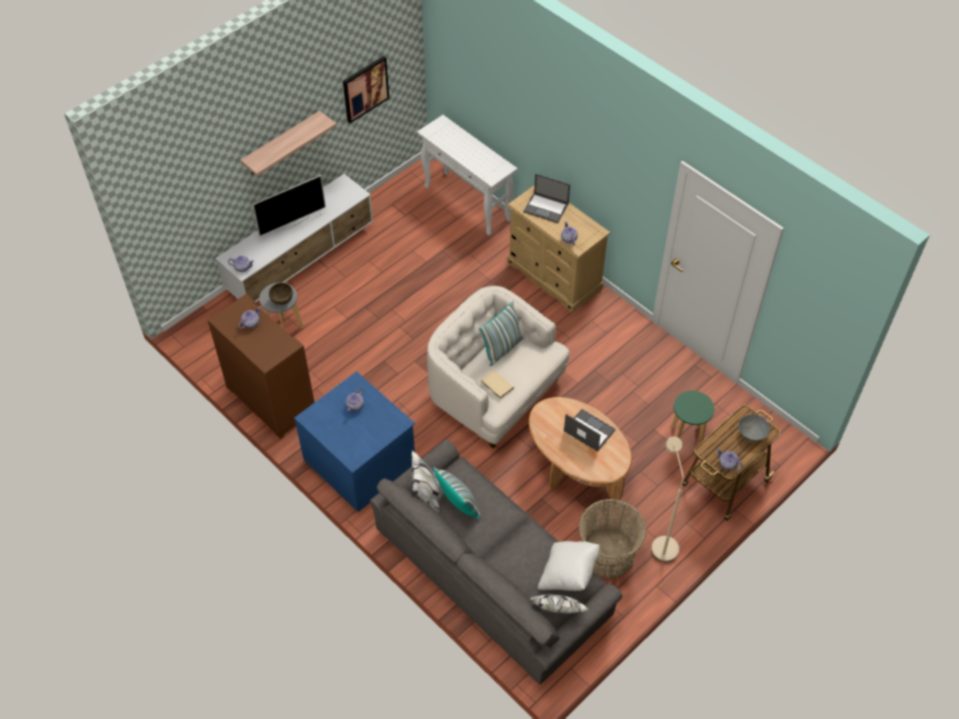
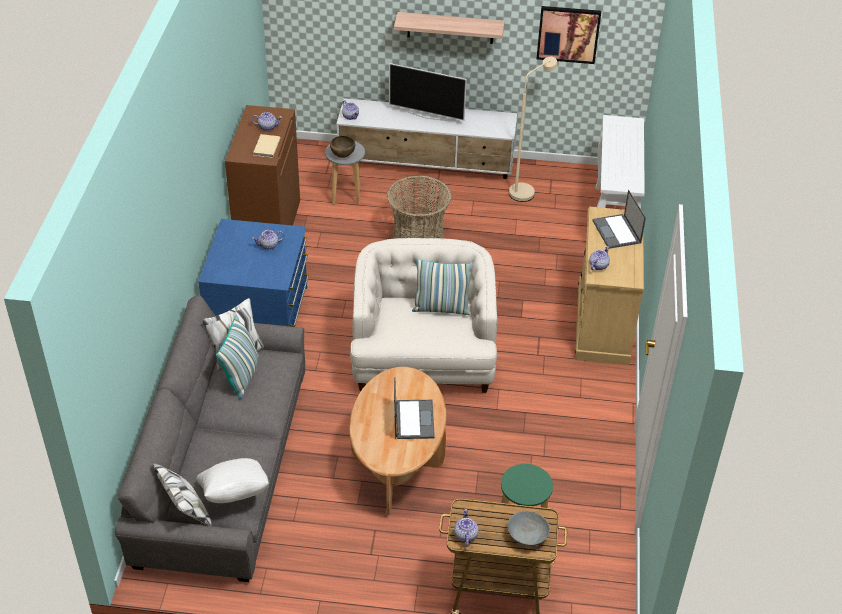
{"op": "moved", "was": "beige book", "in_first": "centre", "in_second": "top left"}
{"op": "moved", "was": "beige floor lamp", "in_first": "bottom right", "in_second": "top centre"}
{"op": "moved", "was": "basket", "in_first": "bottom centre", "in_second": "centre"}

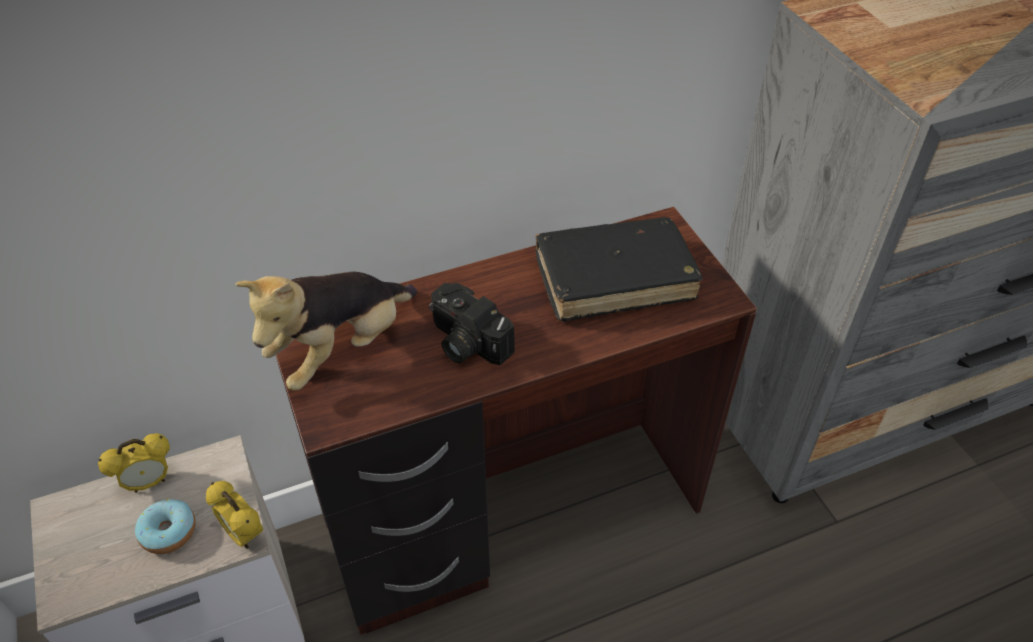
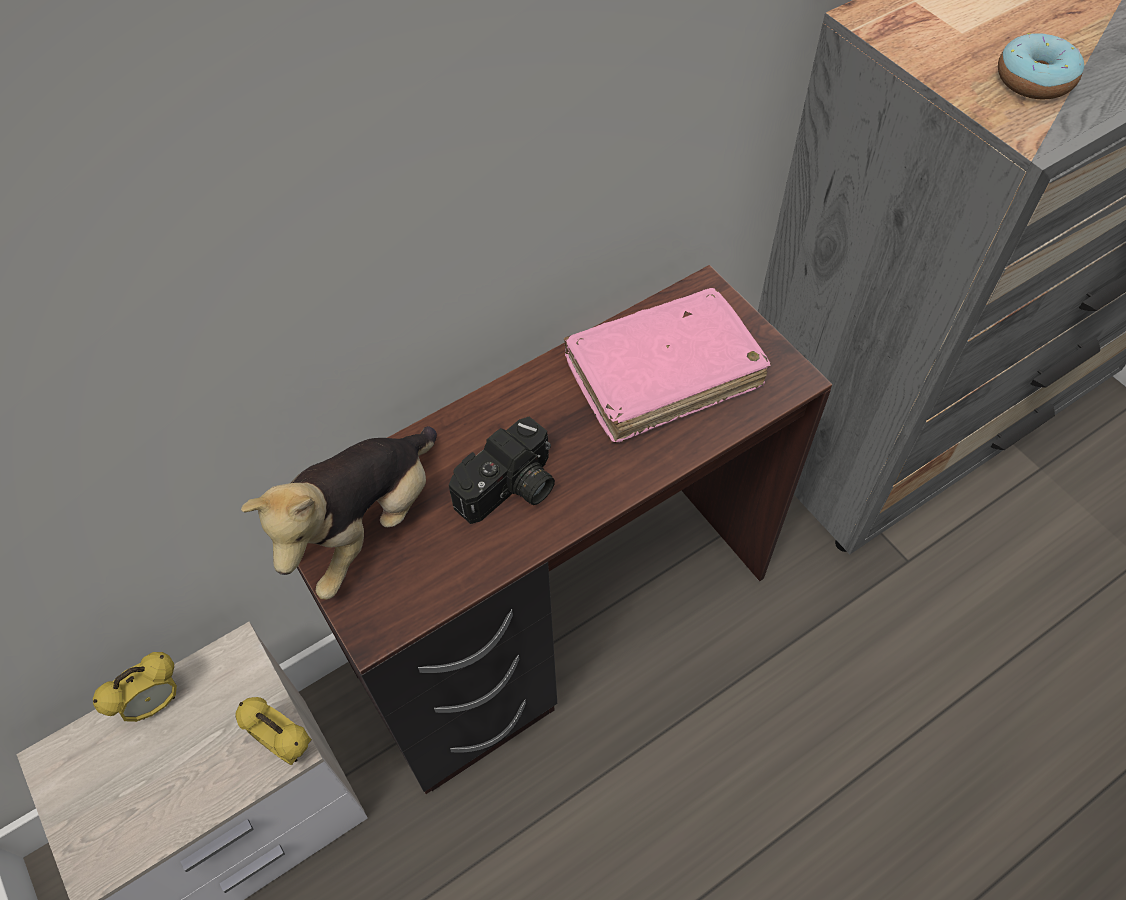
{"op": "recoloured", "was": "black book", "now": "pink book", "in_first": "centre", "in_second": "centre"}
{"op": "turned", "was": "photo camera", "in_first": "centre", "in_second": "centre", "clockwise": -75}
{"op": "moved", "was": "donut", "in_first": "bottom left", "in_second": "top right"}

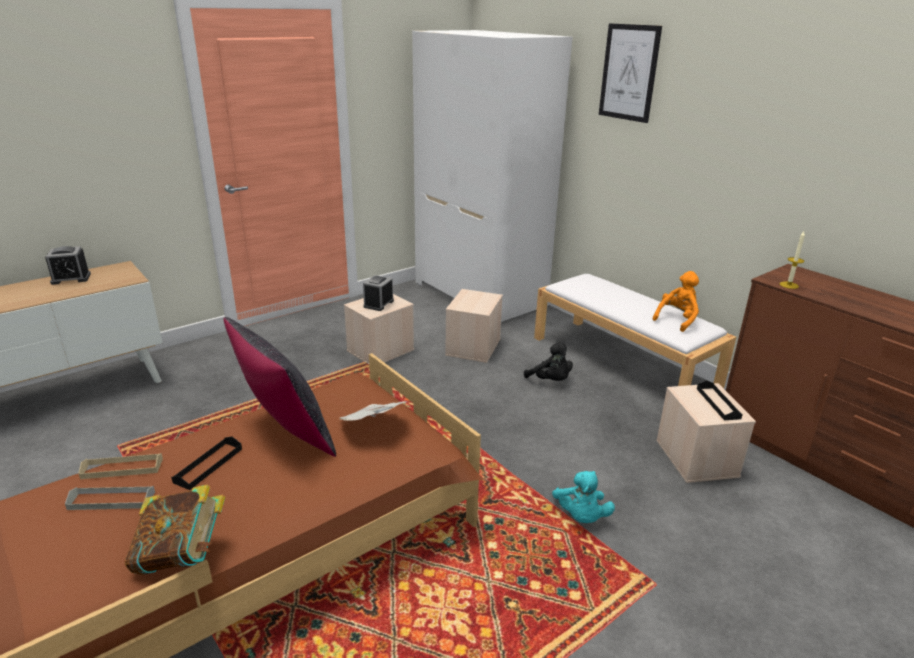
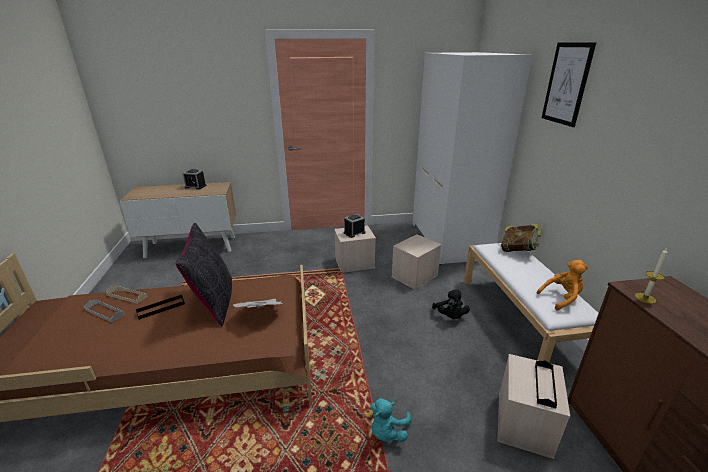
{"op": "moved", "was": "book", "in_first": "bottom left", "in_second": "middle right"}

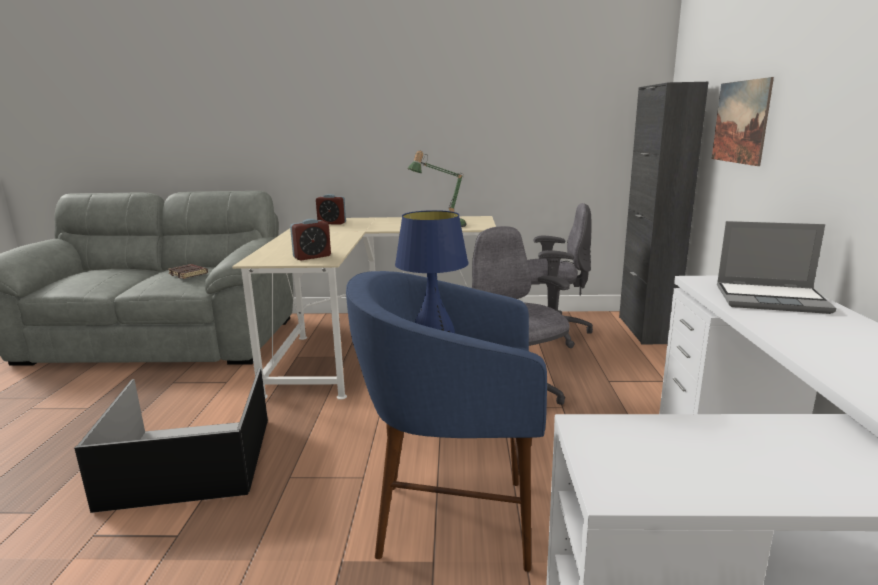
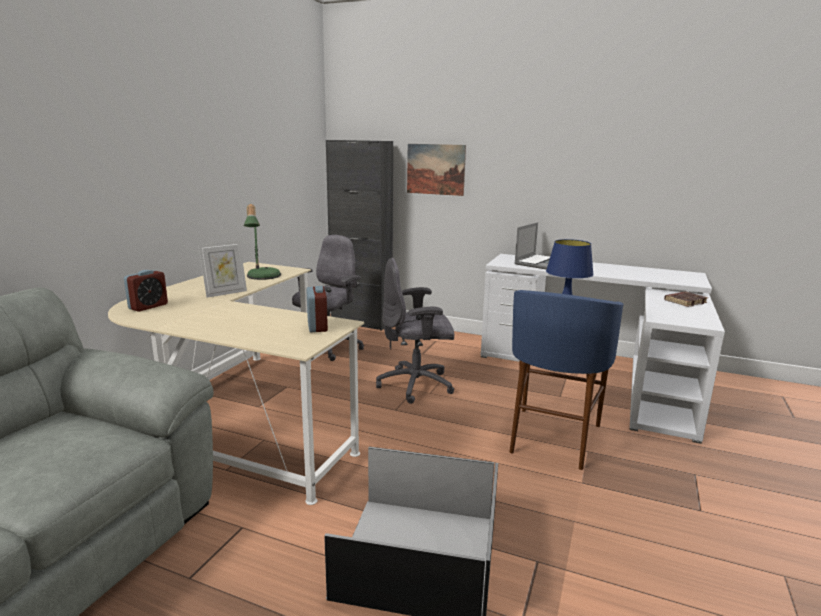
{"op": "moved", "was": "brown book", "in_first": "middle left", "in_second": "middle right"}
{"op": "added", "now": "picture frame", "in_second": "middle left"}

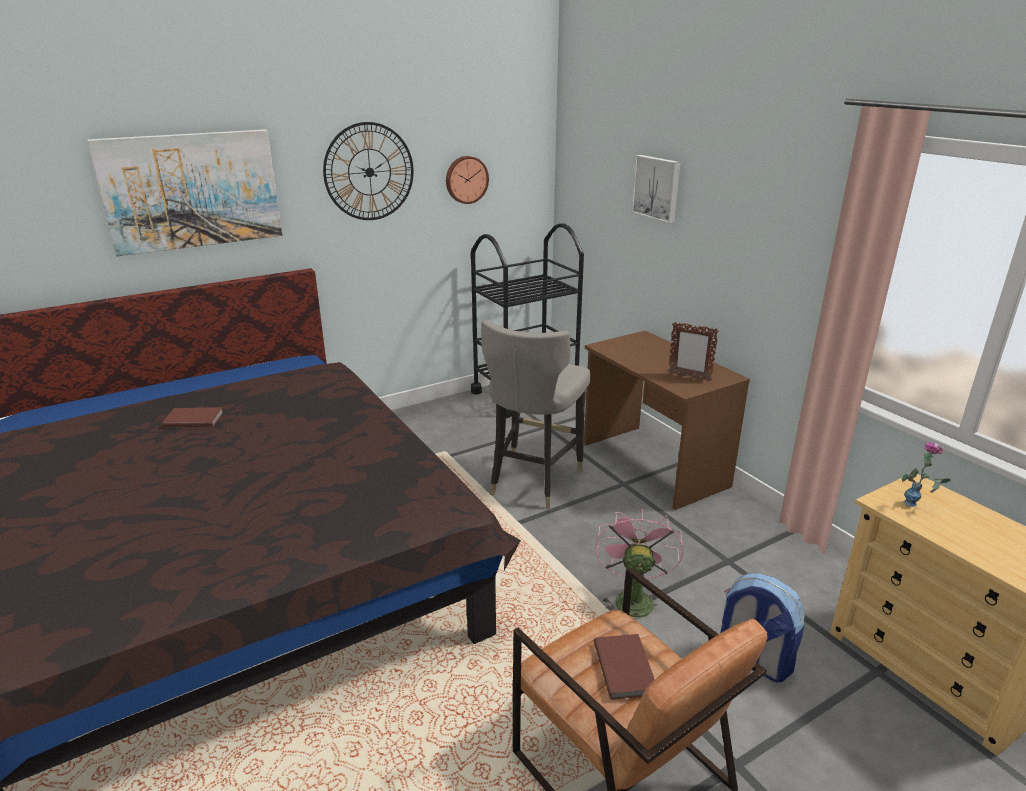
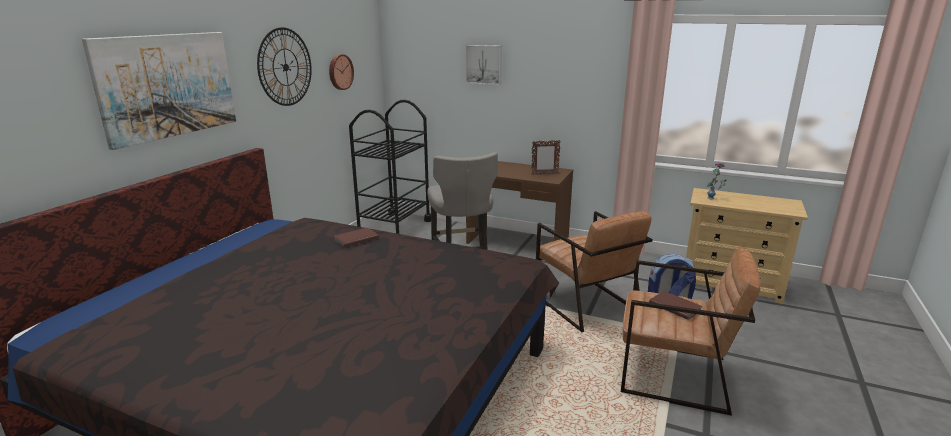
{"op": "moved", "was": "brown book (1st from left)", "in_first": "middle left", "in_second": "centre"}
{"op": "replaced", "was": "pink fan", "now": "brown armchair (1st from left)", "in_first": "bottom centre", "in_second": "centre"}

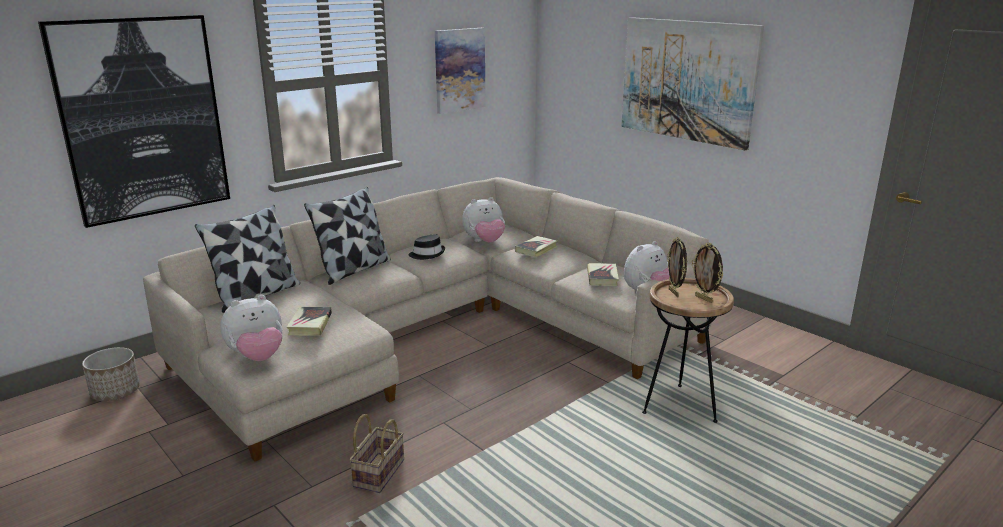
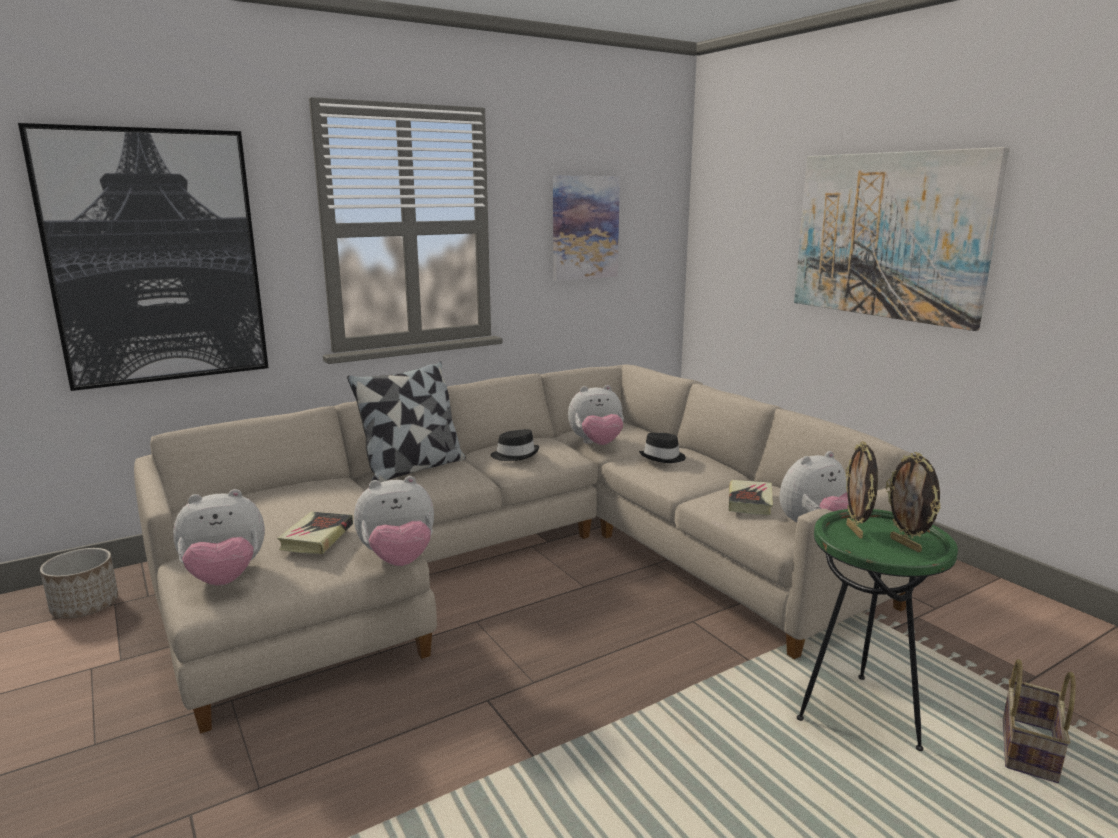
{"op": "removed", "was": "pillow (1st from left)", "in_first": "middle left"}
{"op": "replaced", "was": "book (2nd from left)", "now": "black hat (2nd from left)", "in_first": "centre", "in_second": "centre"}
{"op": "recoloured", "was": "brown side table", "now": "green side table", "in_first": "middle right", "in_second": "bottom right"}
{"op": "moved", "was": "basket", "in_first": "bottom centre", "in_second": "bottom right"}
{"op": "added", "now": "plush toy (2nd from left)", "in_second": "centre"}

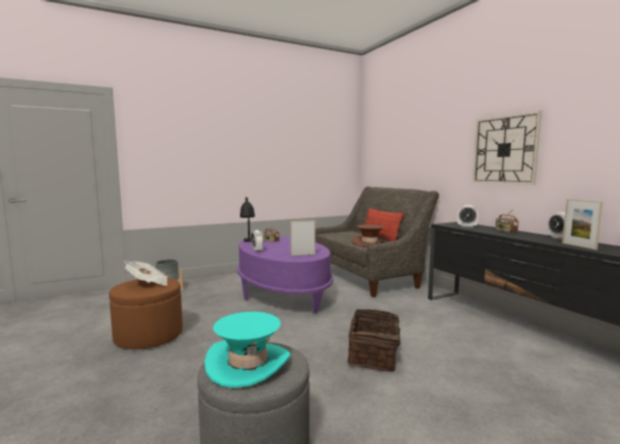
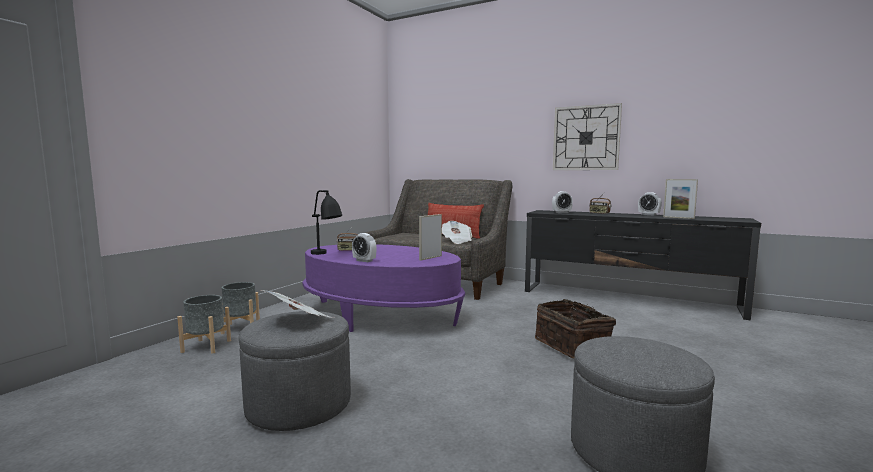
{"op": "replaced", "was": "brown hat", "now": "newspaper (2nd from left)", "in_first": "centre", "in_second": "centre"}
{"op": "recoloured", "was": "brown ottoman", "now": "grey ottoman (1st from left)", "in_first": "bottom left", "in_second": "bottom centre"}
{"op": "removed", "was": "turquoise hat", "in_first": "bottom centre"}
{"op": "added", "now": "grey planter (2nd from left)", "in_second": "middle left"}

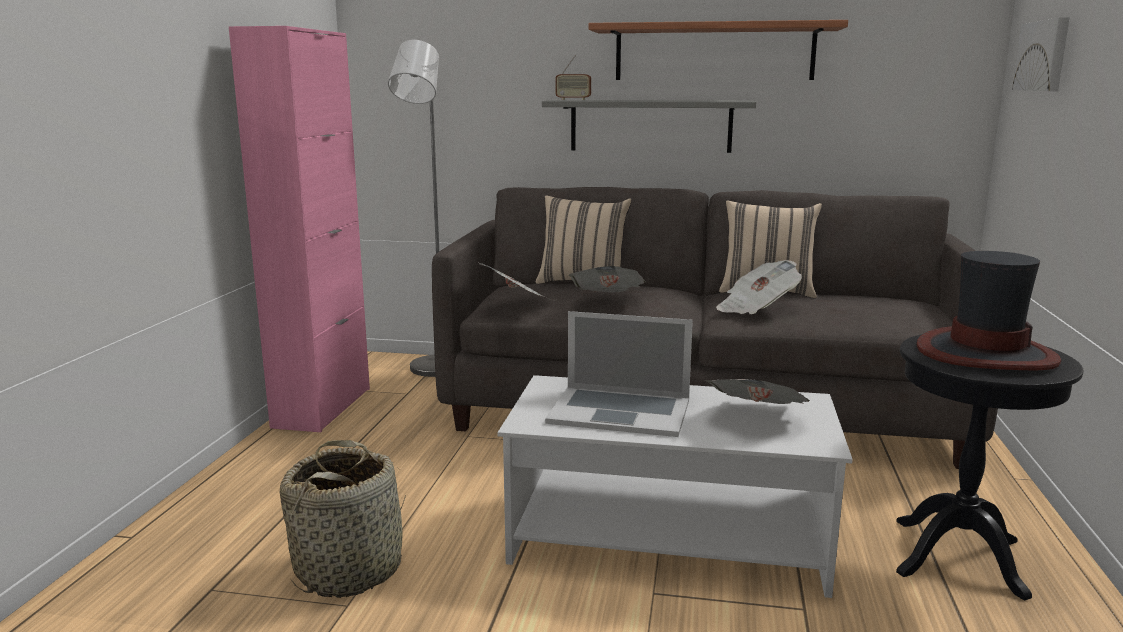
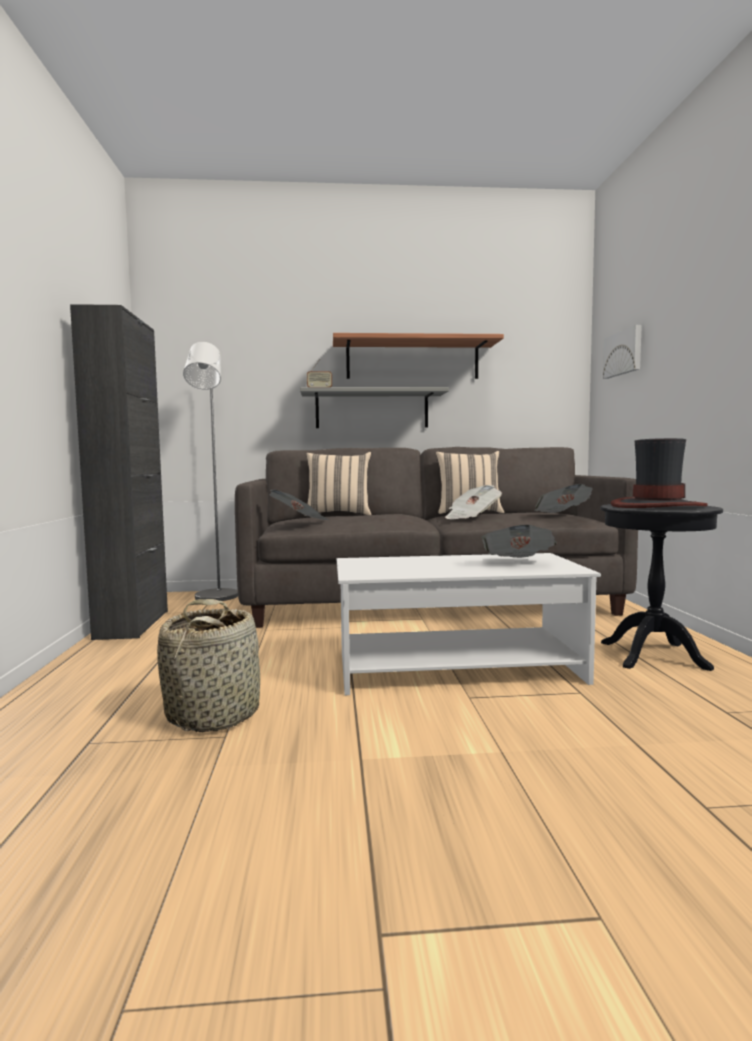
{"op": "recoloured", "was": "pink cabinet", "now": "black cabinet", "in_first": "middle left", "in_second": "middle left"}
{"op": "moved", "was": "newspaper (2nd from left in the first image)", "now": "newspaper (4th from left)", "in_first": "centre", "in_second": "middle right"}
{"op": "removed", "was": "laptop", "in_first": "centre"}

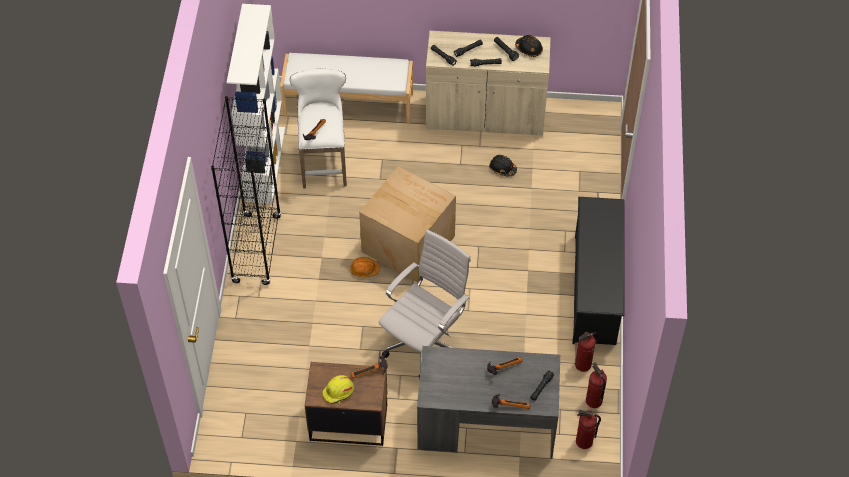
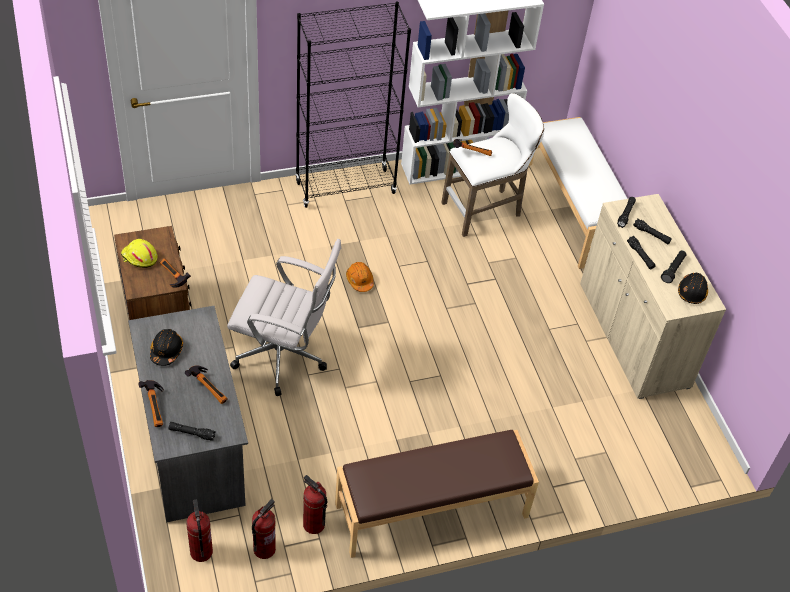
{"op": "moved", "was": "black hard hat (1st from left)", "in_first": "centre", "in_second": "middle left"}
{"op": "removed", "was": "cardboard box", "in_first": "centre"}
{"op": "replaced", "was": "black shoe rack", "now": "brown bench", "in_first": "middle right", "in_second": "bottom centre"}

